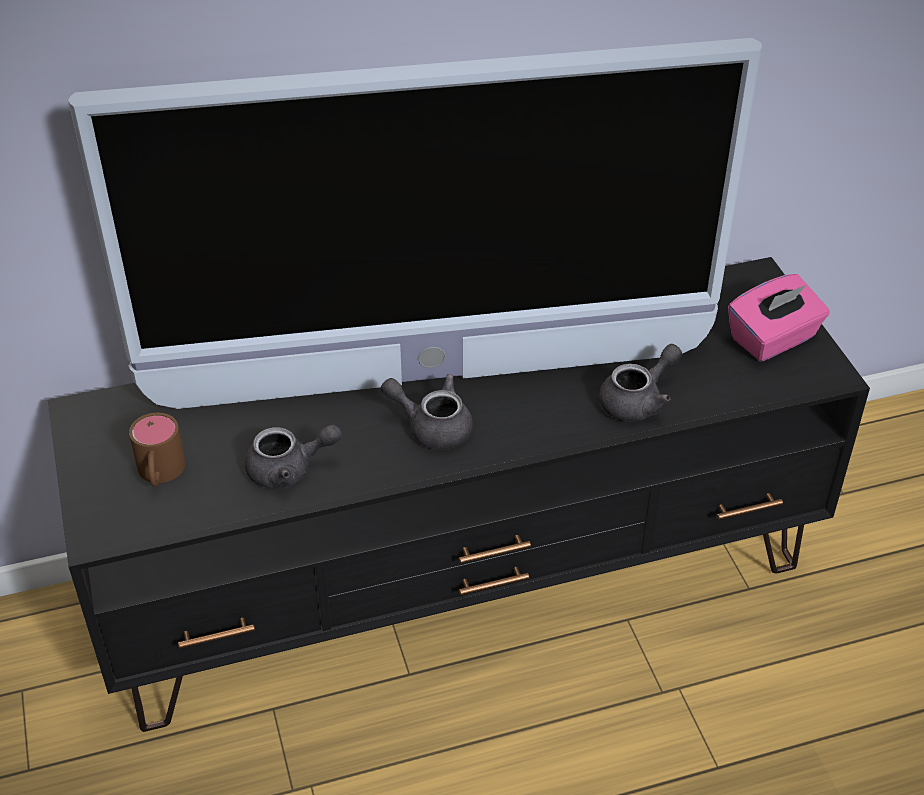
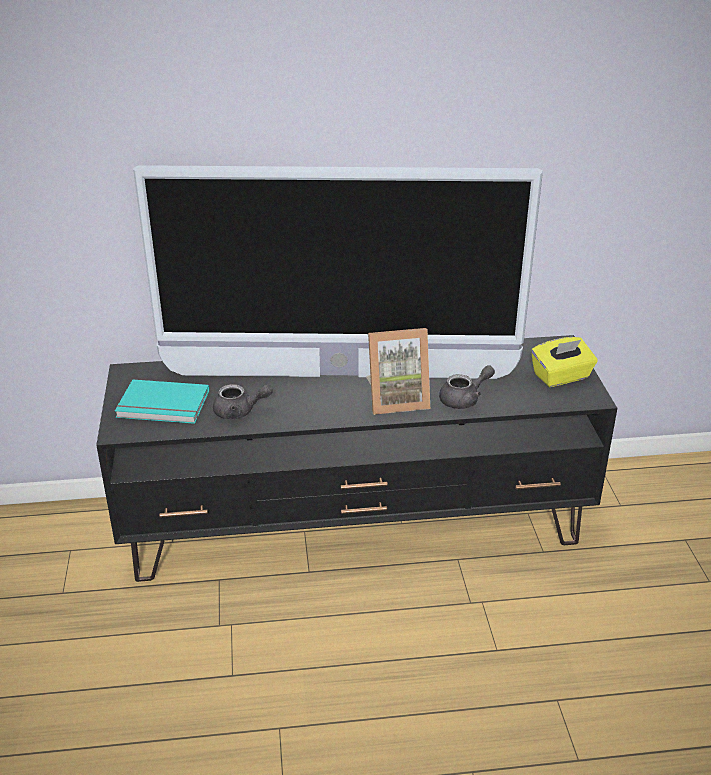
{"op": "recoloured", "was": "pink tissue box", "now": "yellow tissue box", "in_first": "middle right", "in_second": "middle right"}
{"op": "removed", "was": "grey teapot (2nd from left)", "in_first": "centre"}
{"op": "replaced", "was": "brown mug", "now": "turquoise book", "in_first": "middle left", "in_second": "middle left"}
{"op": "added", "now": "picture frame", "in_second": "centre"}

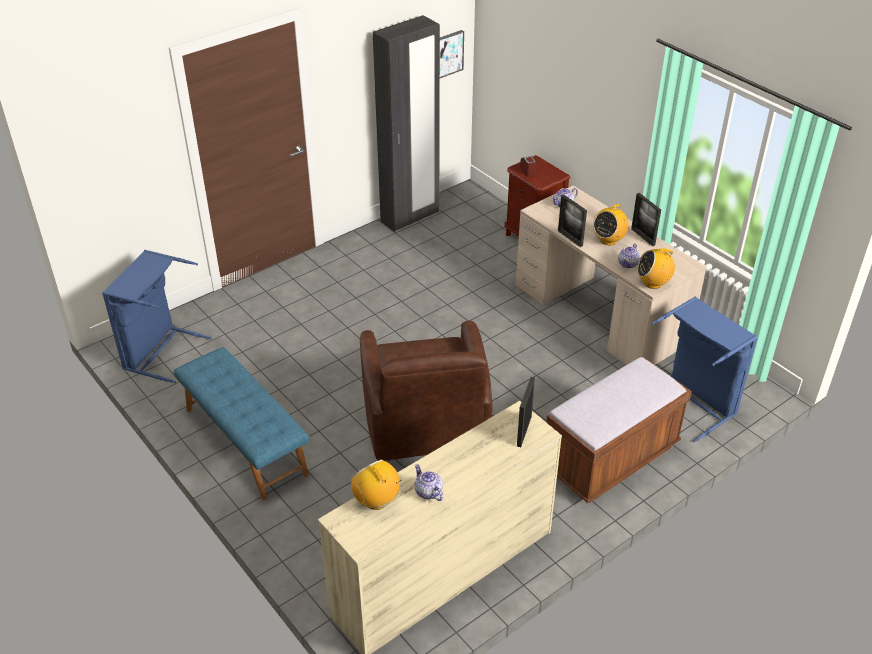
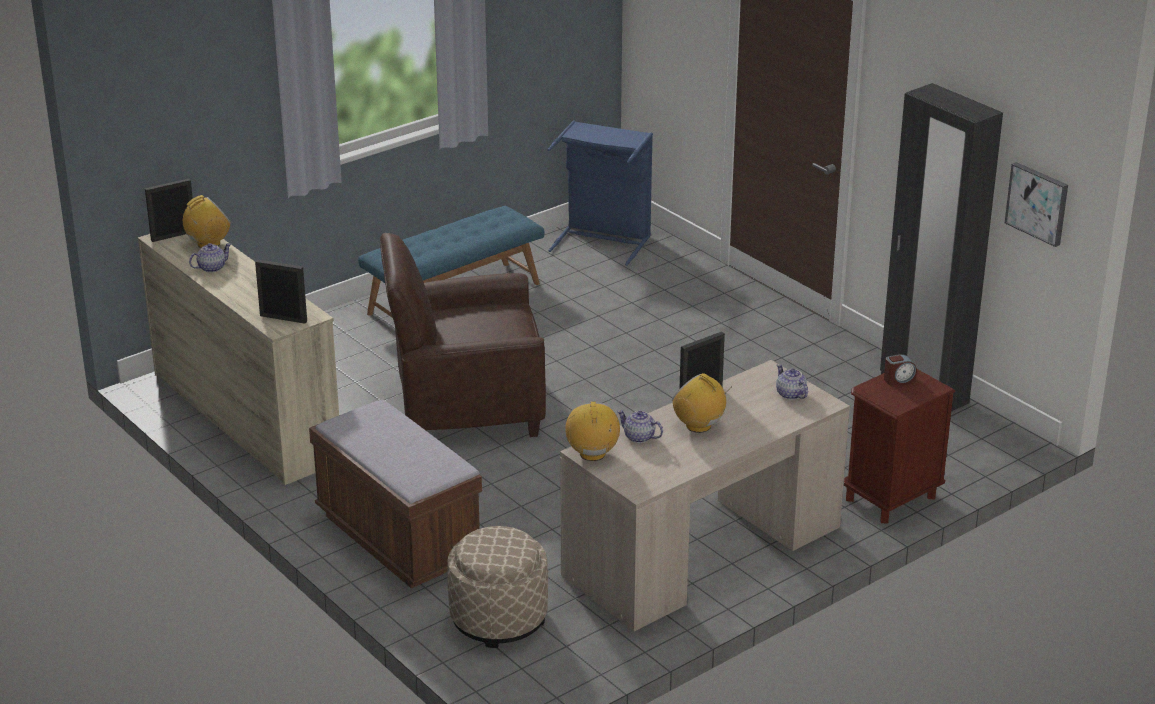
{"op": "moved", "was": "picture frame (3rd from left in the first image)", "now": "picture frame (1st from left)", "in_first": "middle right", "in_second": "top left"}
{"op": "replaced", "was": "blue laundry basket (2nd from left)", "now": "beige ottoman", "in_first": "middle right", "in_second": "bottom centre"}

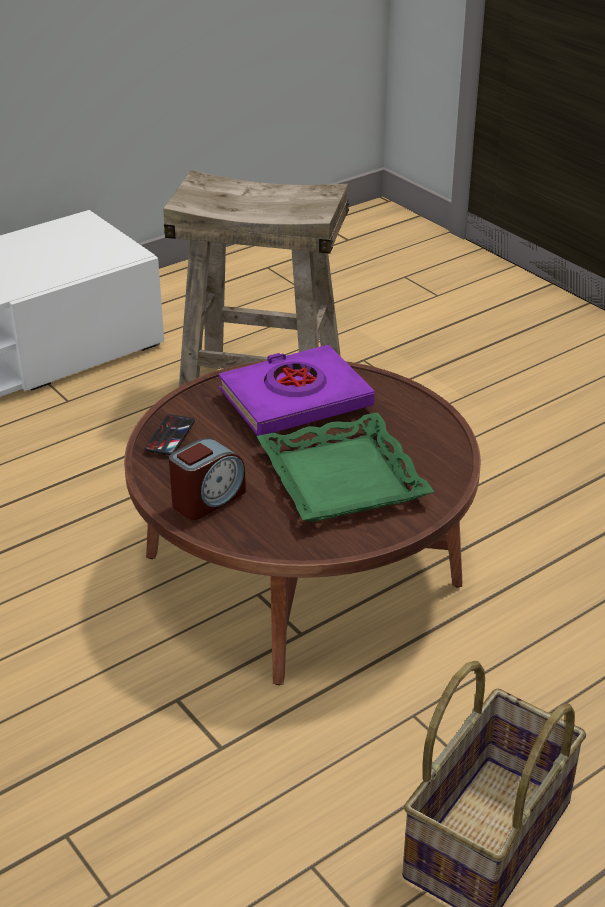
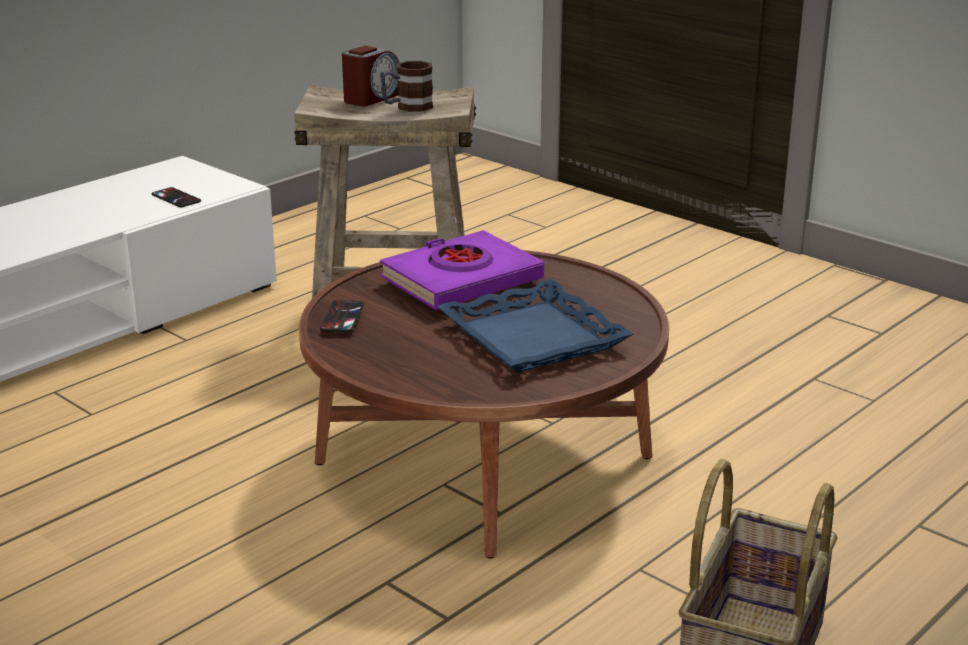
{"op": "recoloured", "was": "green tray", "now": "blue tray", "in_first": "centre", "in_second": "centre"}
{"op": "moved", "was": "alarm clock", "in_first": "centre", "in_second": "top centre"}
{"op": "added", "now": "mug", "in_second": "top centre"}
{"op": "added", "now": "phone (1st from left)", "in_second": "top left"}

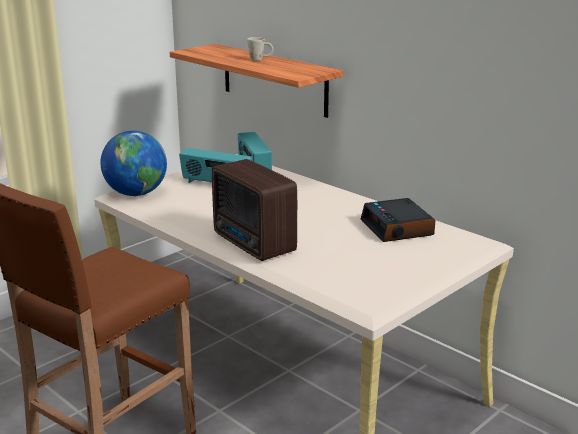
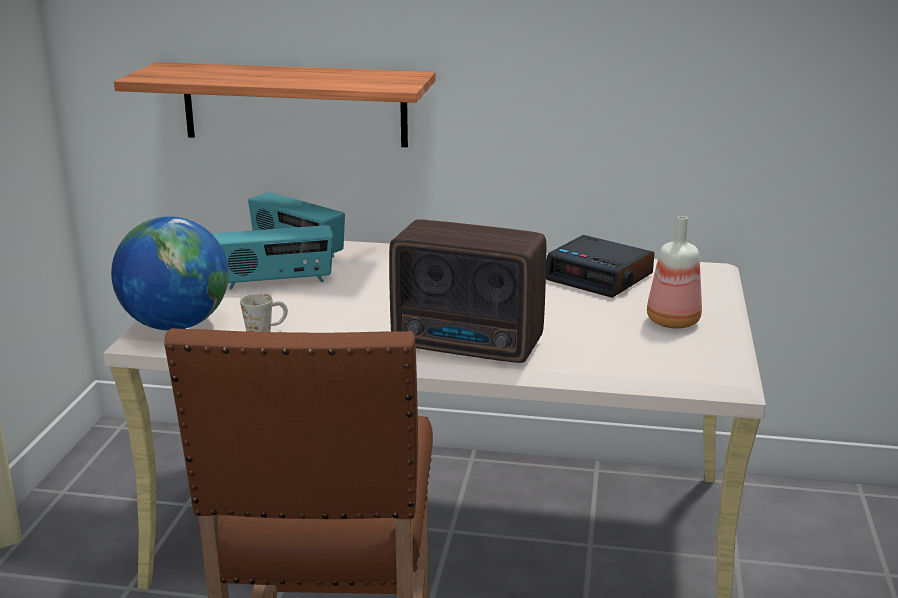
{"op": "moved", "was": "white mug", "in_first": "top centre", "in_second": "middle left"}
{"op": "added", "now": "bottle", "in_second": "middle right"}

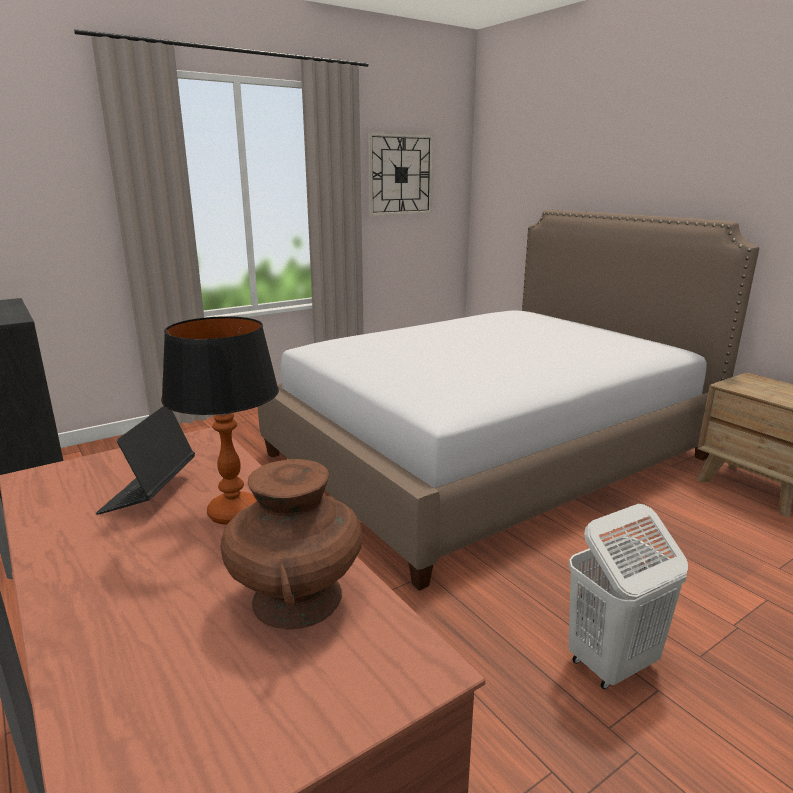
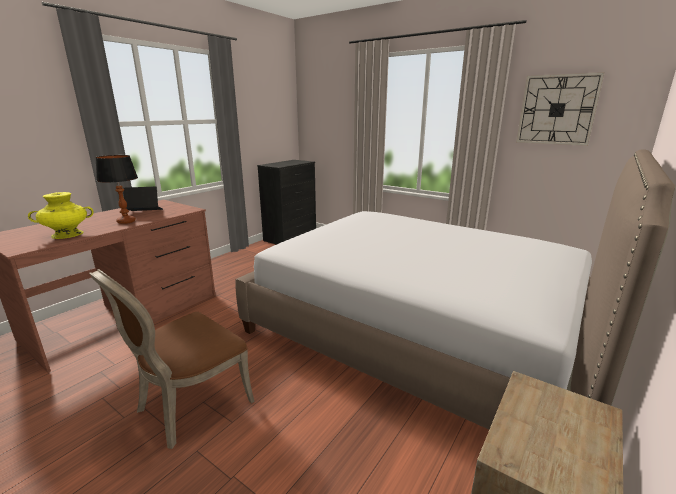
{"op": "recoloured", "was": "brown vase", "now": "yellow vase", "in_first": "bottom centre", "in_second": "middle left"}
{"op": "replaced", "was": "white laundry basket", "now": "brown chair", "in_first": "bottom right", "in_second": "bottom left"}

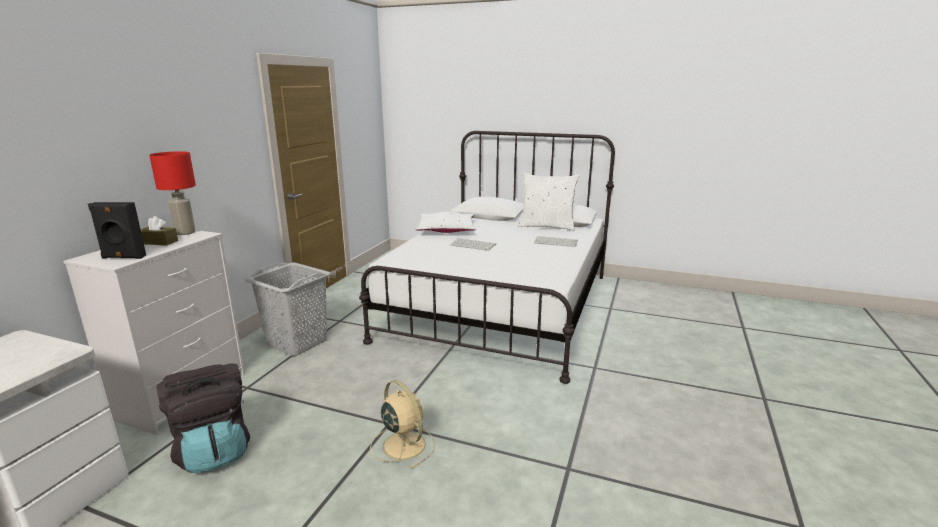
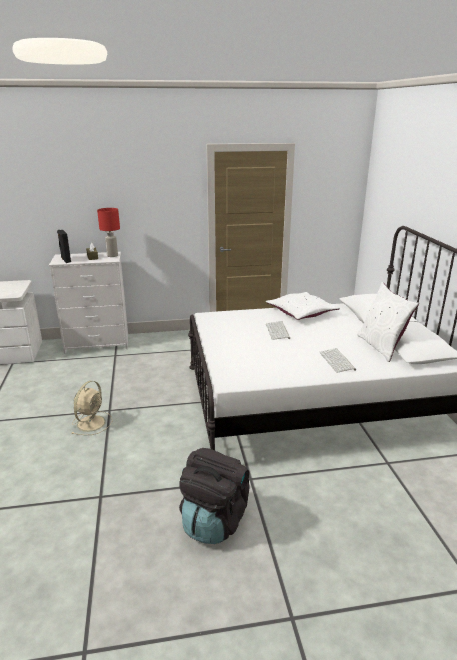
{"op": "removed", "was": "grey laundry basket", "in_first": "middle left"}
{"op": "moved", "was": "black backpack", "in_first": "bottom left", "in_second": "bottom centre"}

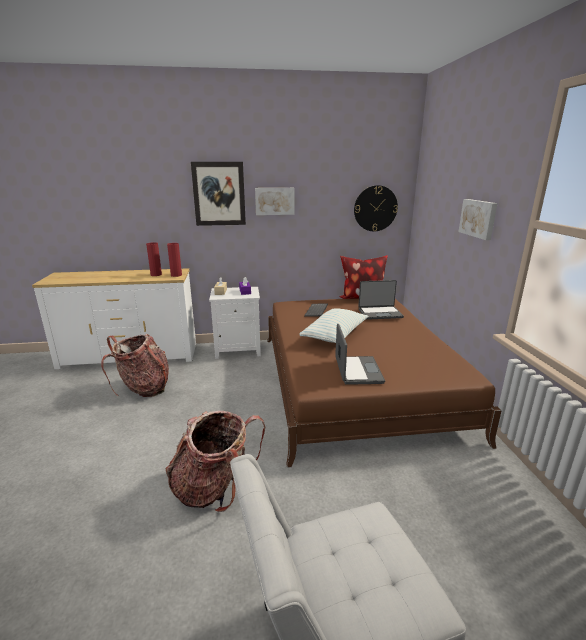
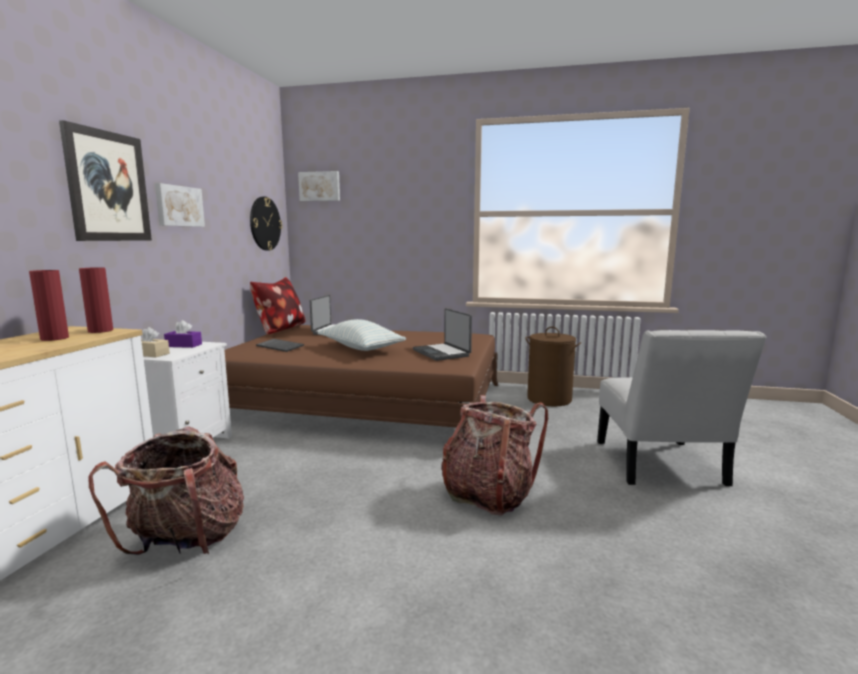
{"op": "moved", "was": "picture (3rd from left)", "in_first": "middle right", "in_second": "top centre"}
{"op": "turned", "was": "laptop (1st from left in the first image)", "in_first": "centre", "in_second": "centre", "clockwise": -135}
{"op": "added", "now": "brown laundry basket", "in_second": "centre"}

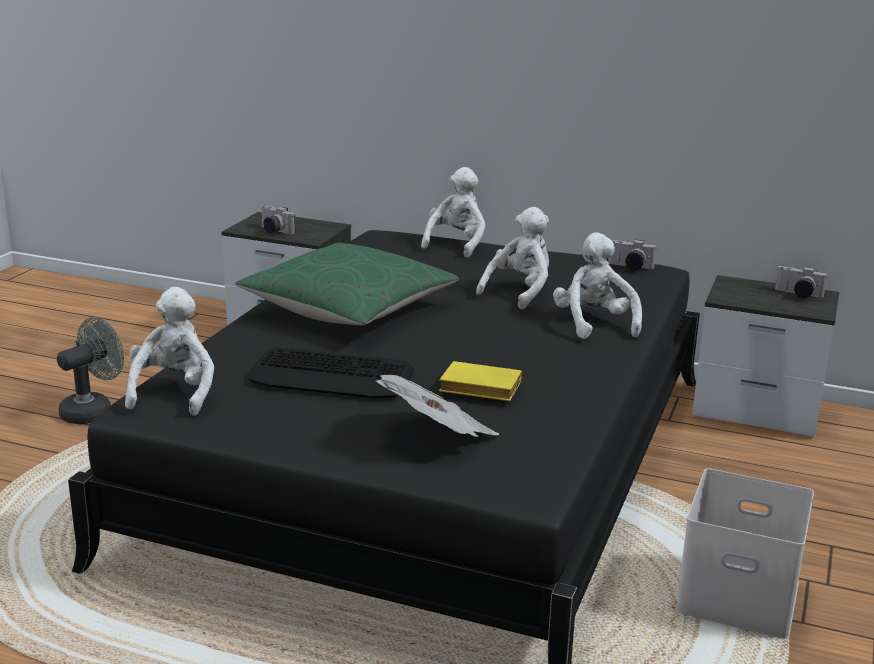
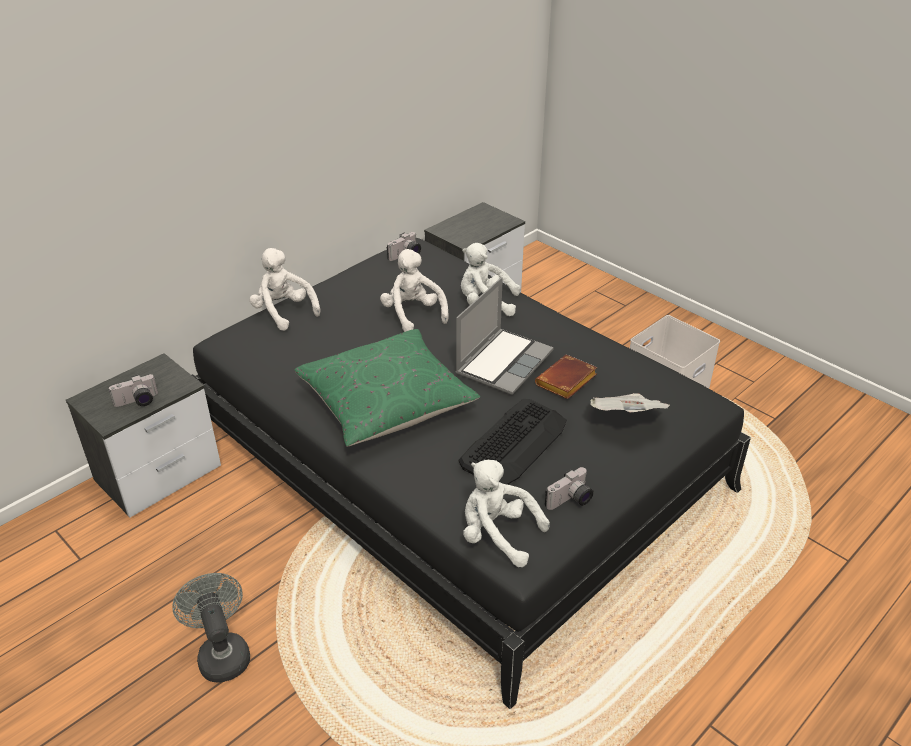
{"op": "moved", "was": "photo camera (3rd from left)", "in_first": "middle right", "in_second": "centre"}
{"op": "recoloured", "was": "yellow book", "now": "brown book", "in_first": "centre", "in_second": "centre"}
{"op": "added", "now": "laptop", "in_second": "centre"}

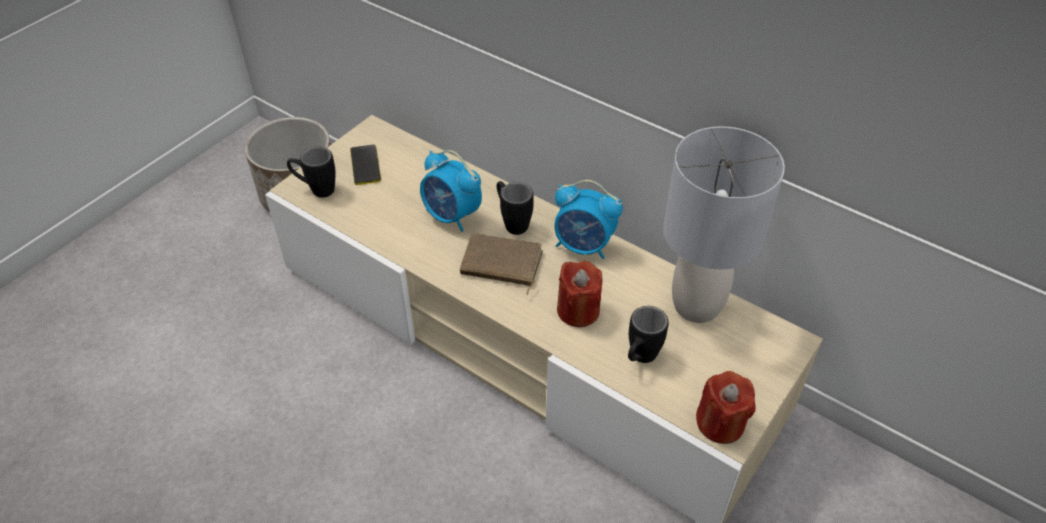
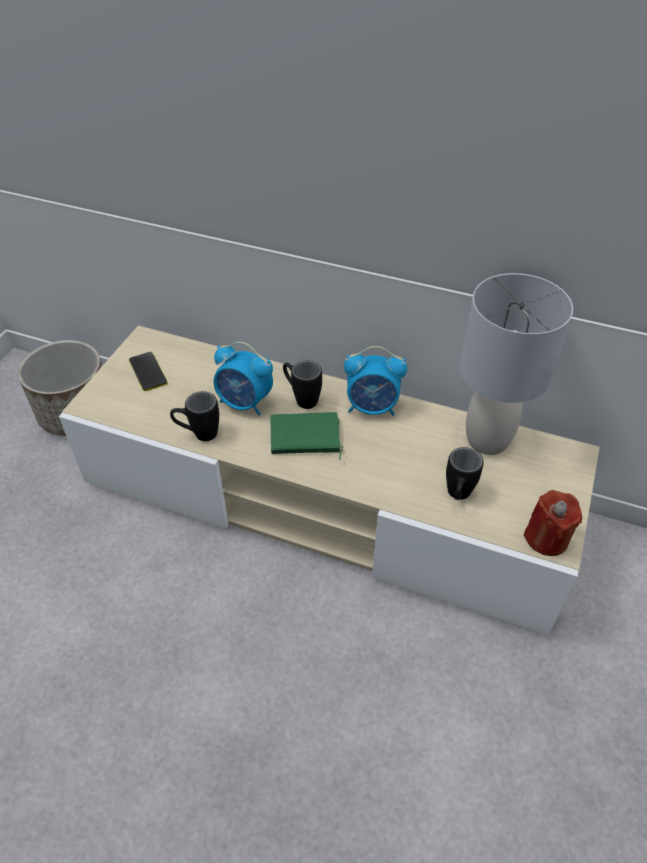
{"op": "moved", "was": "black mug (1st from left)", "in_first": "top left", "in_second": "middle left"}
{"op": "recoloured", "was": "brown book", "now": "green book", "in_first": "centre", "in_second": "centre"}
{"op": "removed", "was": "red candle (1st from left)", "in_first": "centre"}

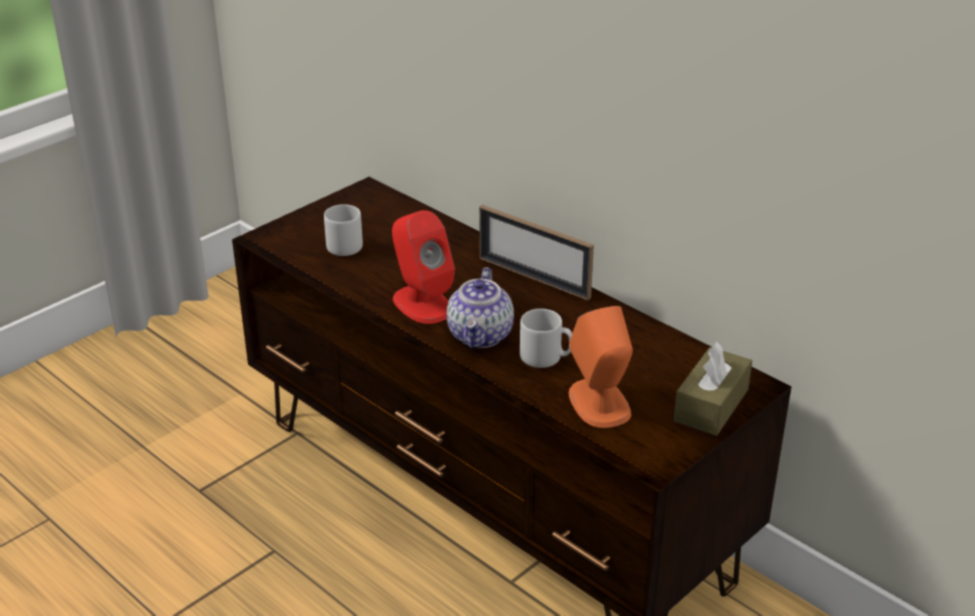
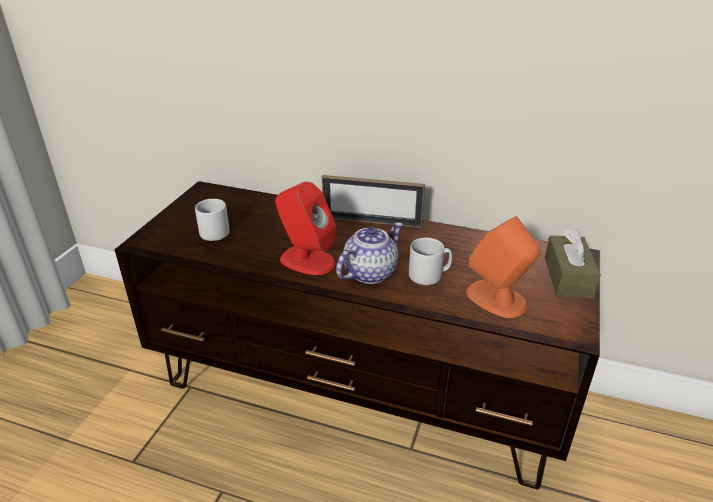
{"op": "turned", "was": "teapot", "in_first": "centre", "in_second": "centre", "clockwise": -120}

